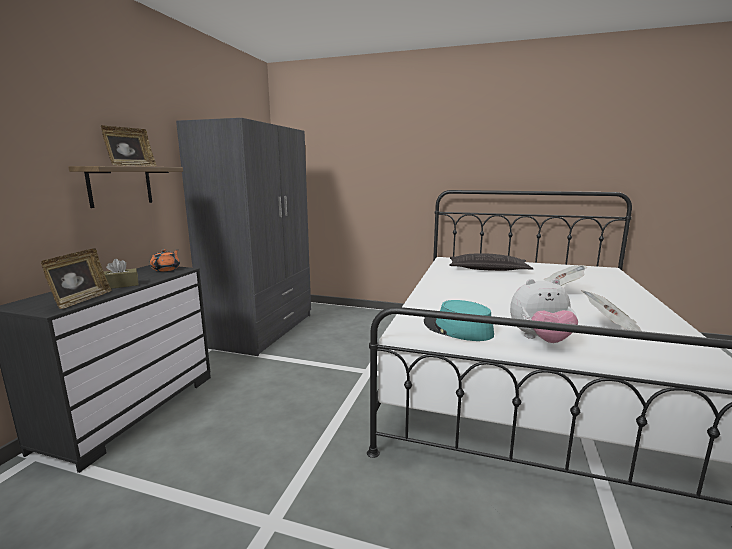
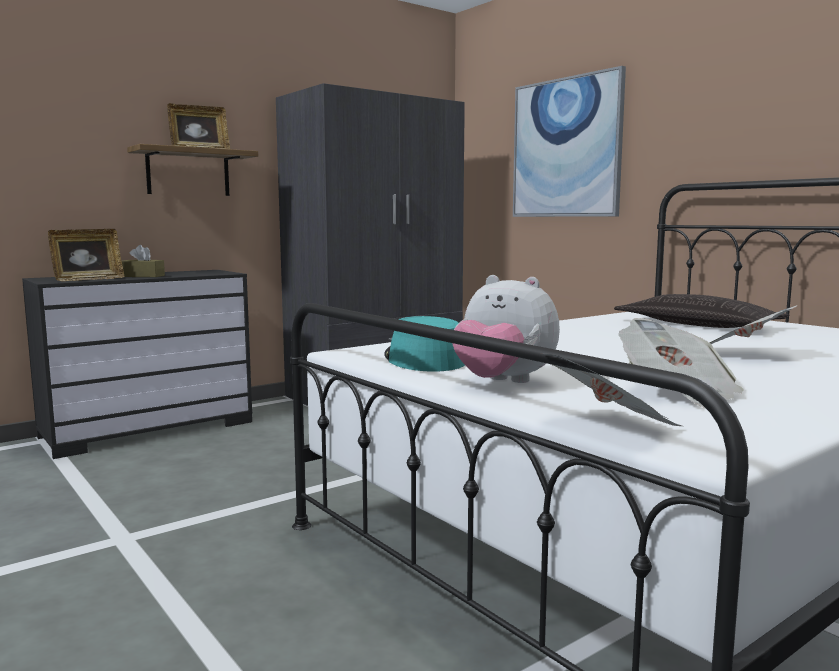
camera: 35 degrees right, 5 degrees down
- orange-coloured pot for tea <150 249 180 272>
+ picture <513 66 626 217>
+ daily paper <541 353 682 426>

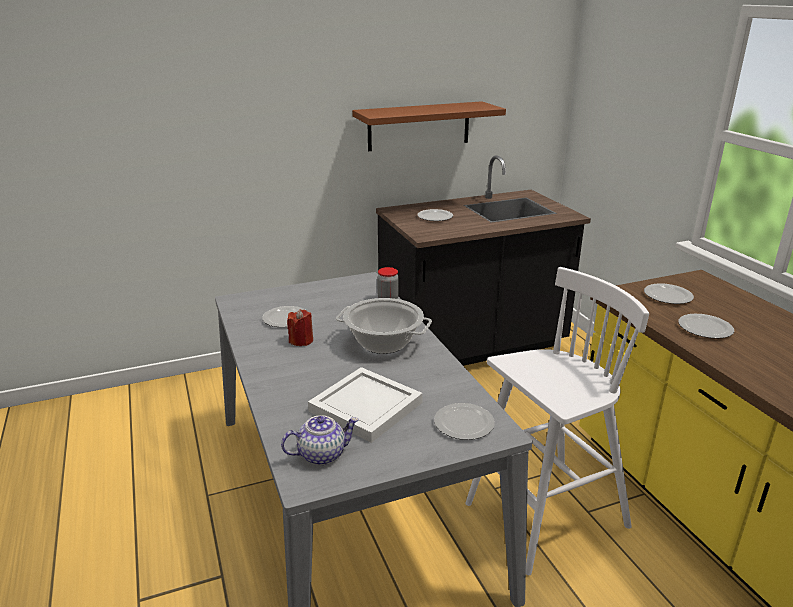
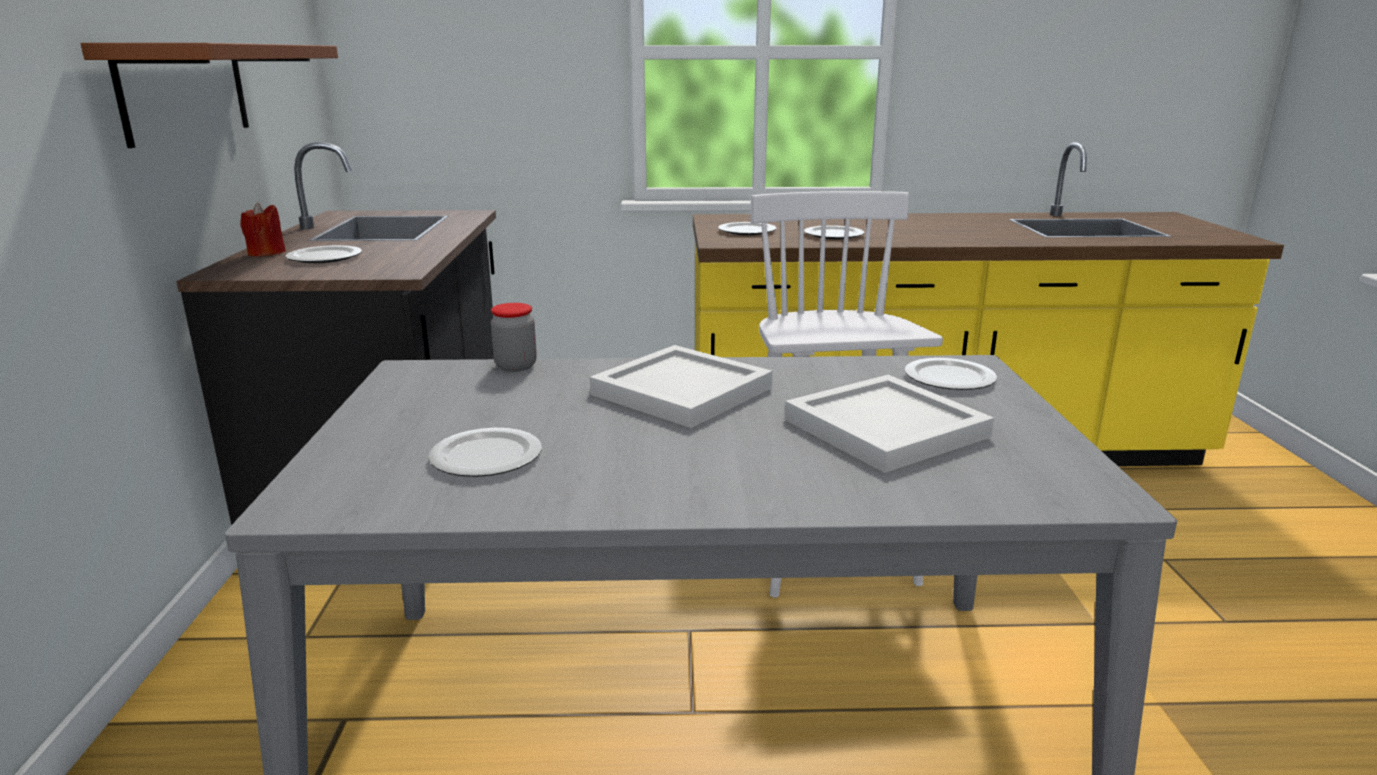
camera: 70 degrees left, 5 degrees down
- pot for tea <281 415 359 465>
~ reddish wax light <287 309 313 346> to <240 203 286 257>
~ cooking pot <336 298 432 354> to white-coloured carrying tray <590 345 773 428>

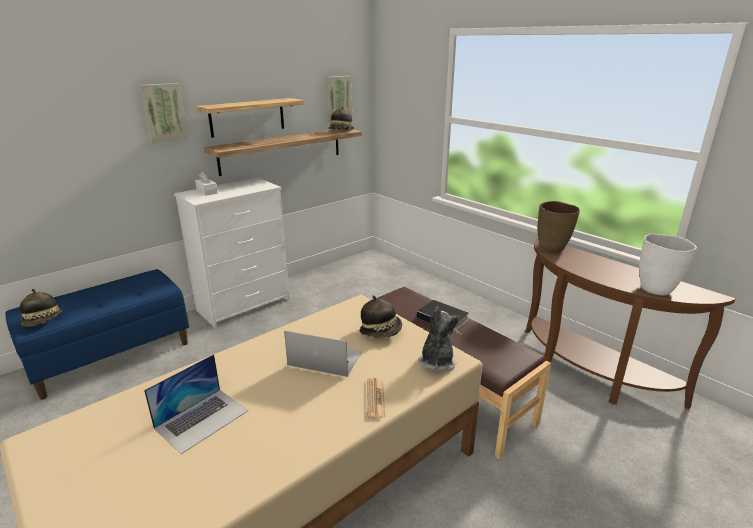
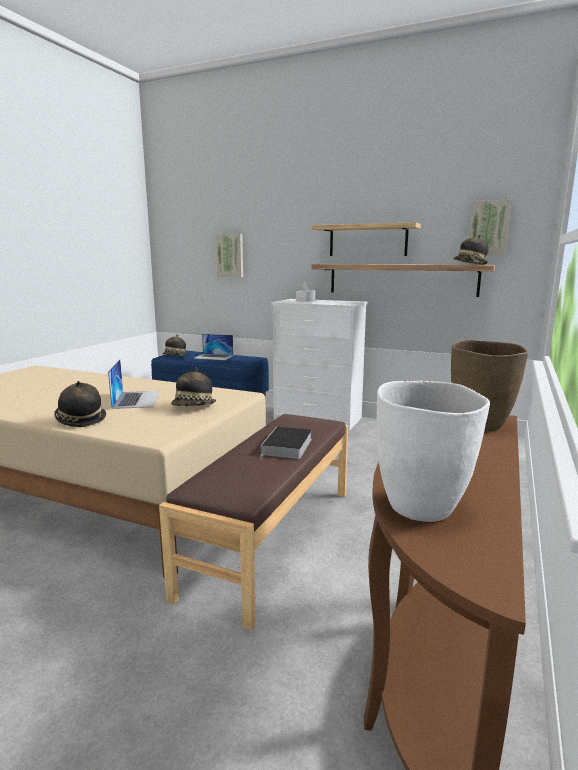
camera: 65 degrees right, 10 degrees down
~ picture <140 83 188 143> to <216 234 243 277>
~ portable computer <144 354 248 454> to <193 334 233 360>
~ daily paper <367 378 385 419> to hat <54 381 106 427>
- cuddly toy <418 306 461 372>

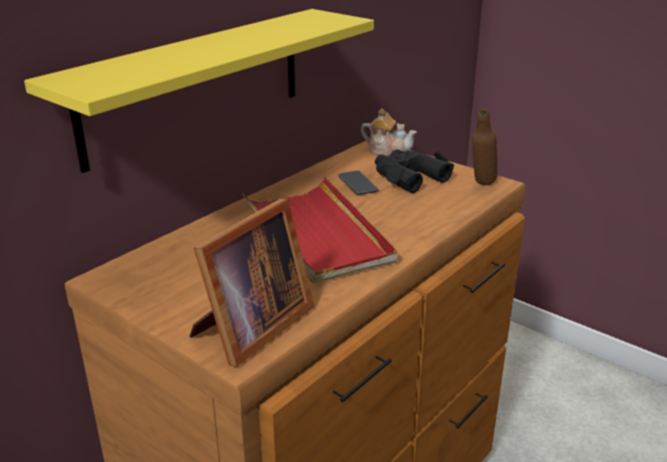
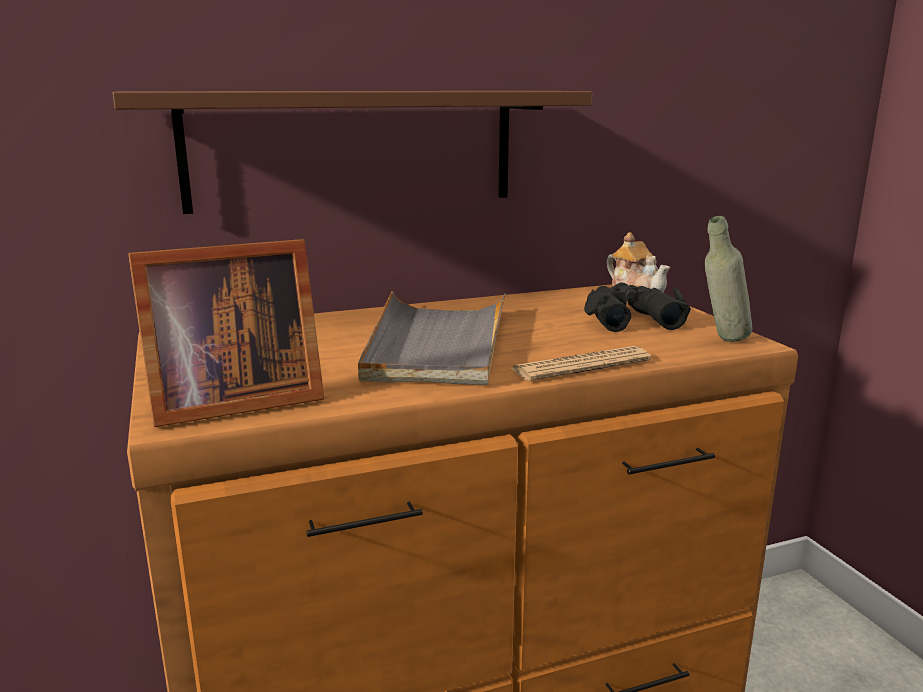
camera: 30 degrees right, 10 degrees down
~ yellow-coloured bracket shelf <24 9 374 173> to brownish bracket shelf <112 91 592 214>
~ reddish carrying tray <242 177 398 283> to greyish carrying tray <358 291 506 385>
- handset <338 171 378 195>
~ brownish bottle <472 109 497 185> to greyish bottle <704 216 752 342>
+ daily paper <511 346 651 381>

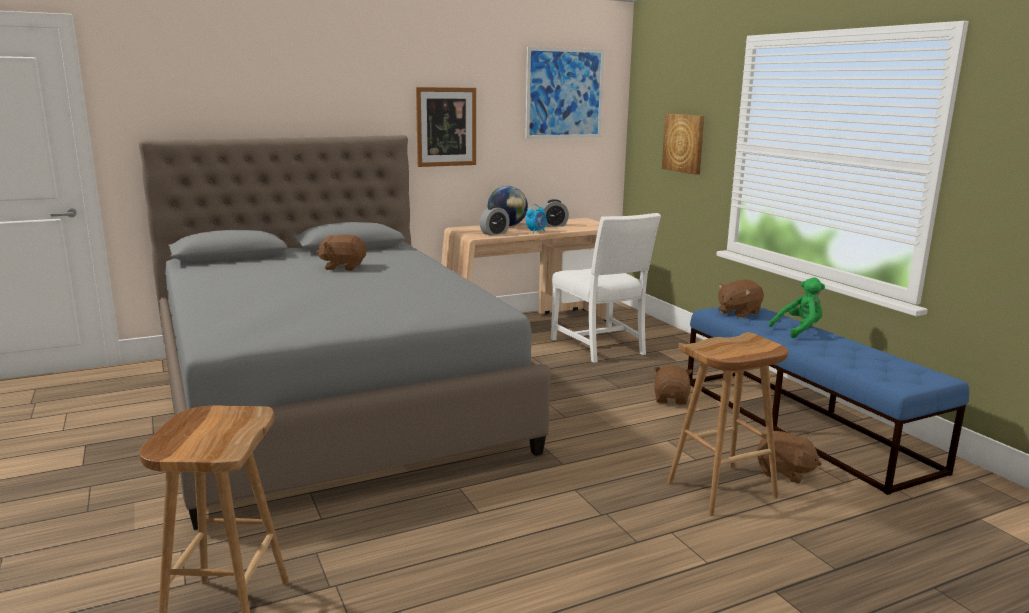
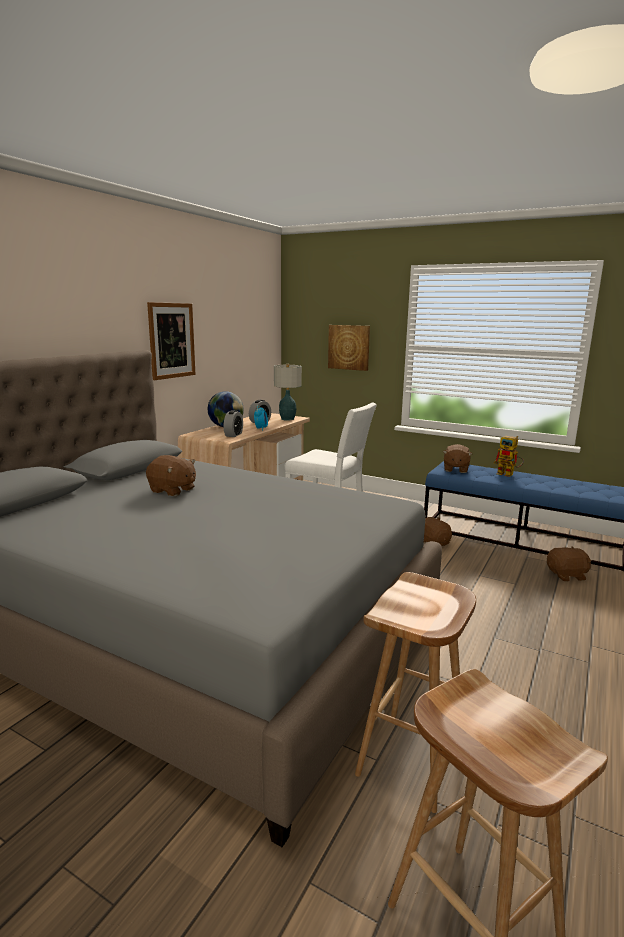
camera: 35 degrees left, 0 degrees up
~ brownish cuddly toy <316 235 366 271> = <146 455 196 496> 120 degrees counterclockwise
- picture <525 47 604 139>
~ brownish stool seat <668 332 788 516> to <355 572 476 813>
~ green cuddly toy <769 277 825 338> to model robot <494 436 524 477>
+ table lamp <274 364 302 421>

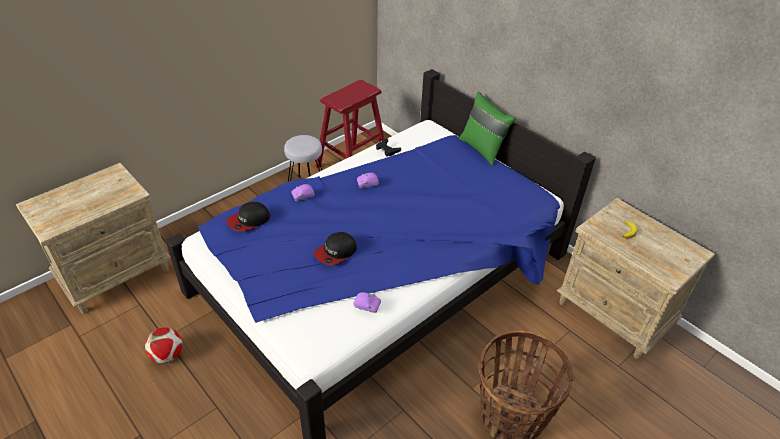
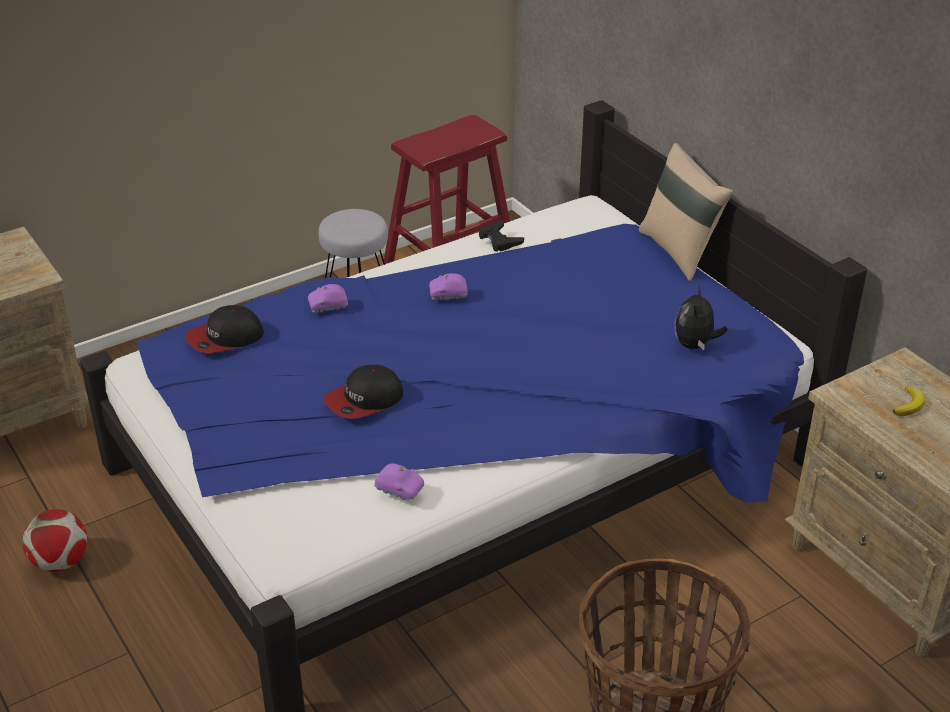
camera: 10 degrees right, 5 degrees down
~ green pillow <459 92 516 166> to sand-coloured pillow <639 143 733 281>
+ cuddly toy <674 286 728 350>

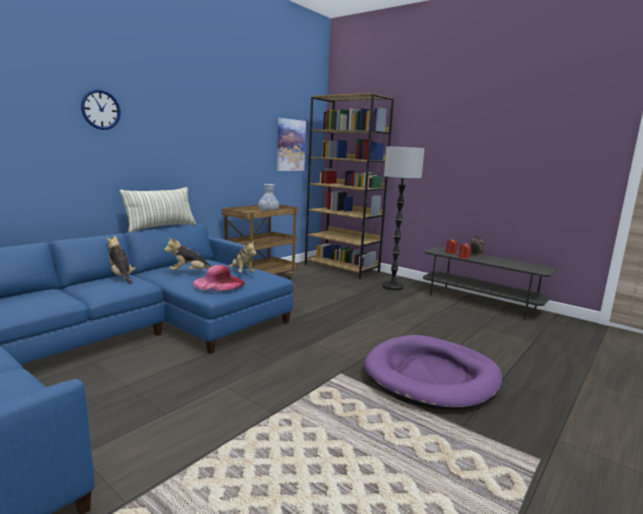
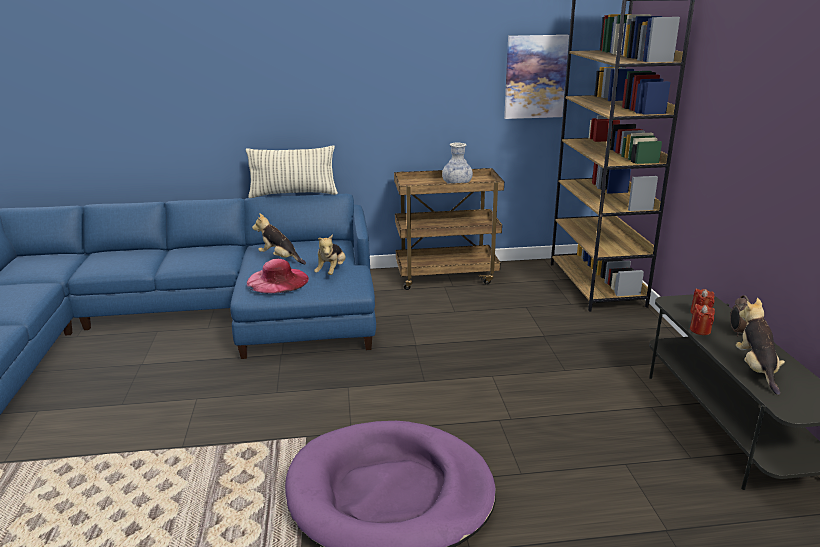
camera: 45 degrees right, 10 degrees up
- hanging clock <81 89 121 130>
~ cuddly toy <107 236 136 284> to <736 298 785 395>
- floor lamp <382 147 425 291>

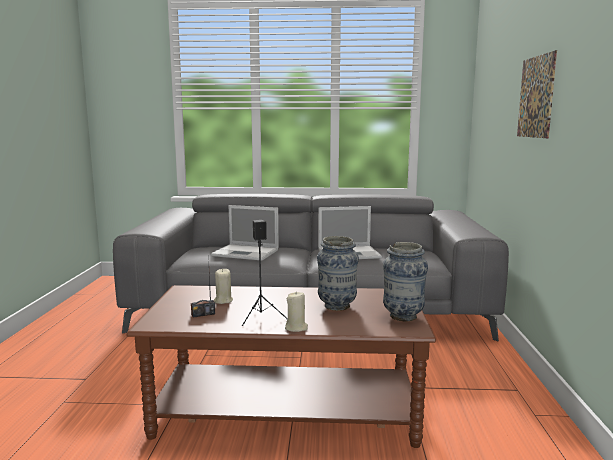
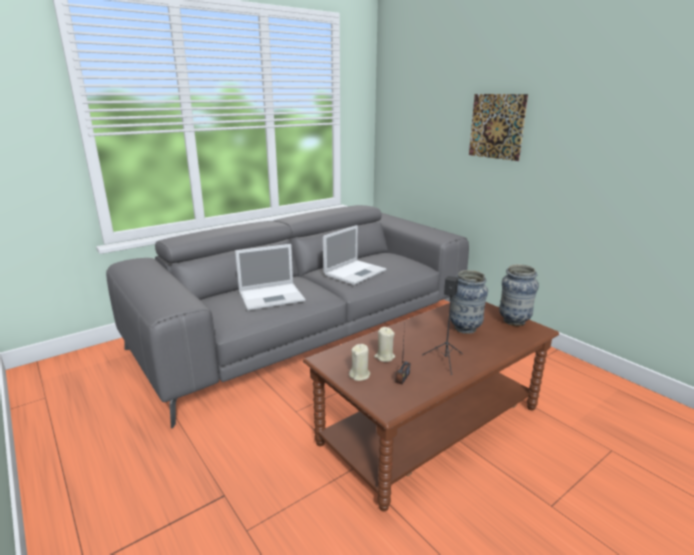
camera: 40 degrees left, 10 degrees up
~ sand-coloured wax light <285 291 308 332> to <349 344 370 381>

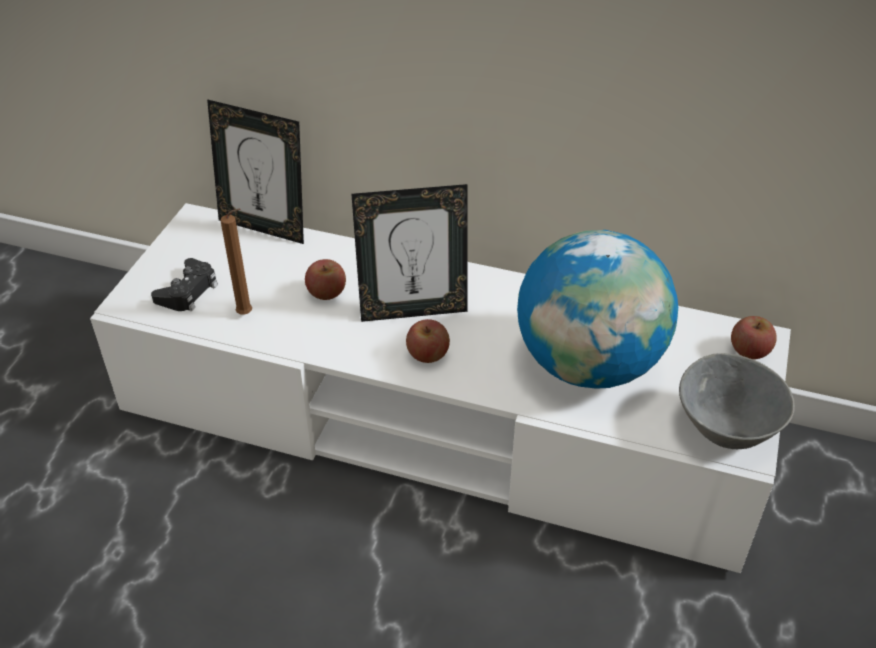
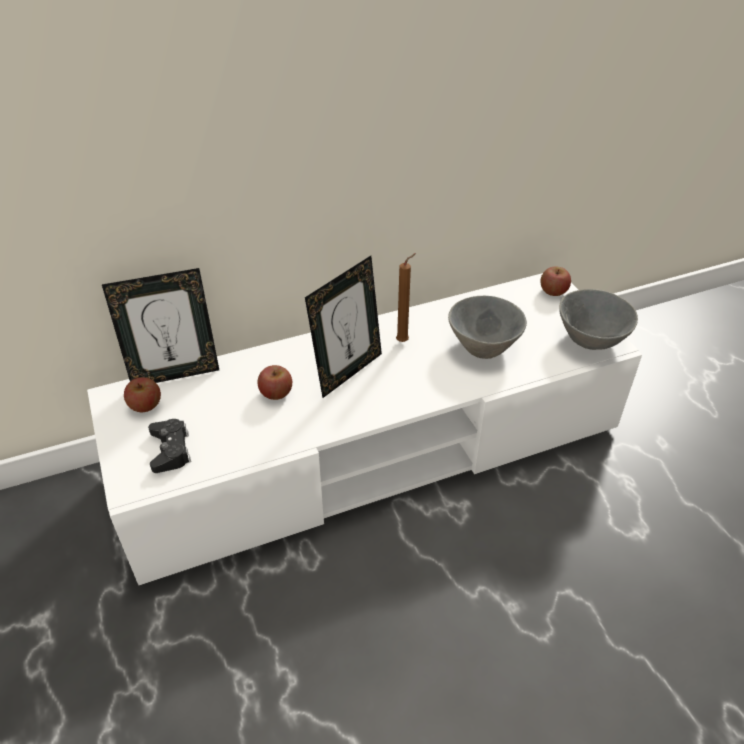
camera: 40 degrees left, 0 degrees up
~ brownish wax light <220 208 252 315> to <396 253 416 342>
~ apple fruit <406 319 450 363> to <124 377 161 412>
~ world globe <517 230 678 389> to greyish bowl <448 296 527 359>

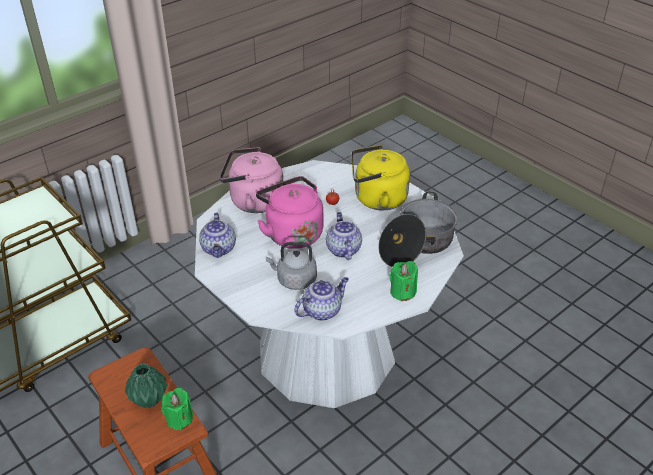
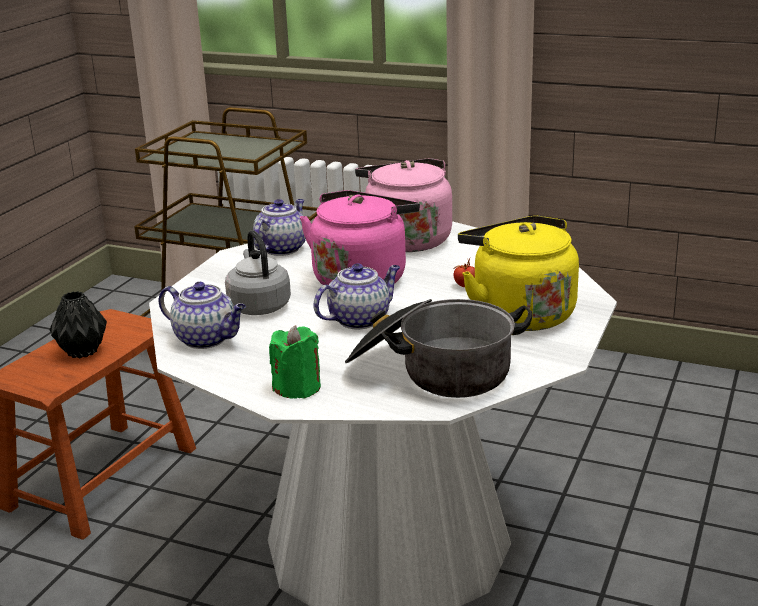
camera: 65 degrees right, 15 degrees down
~ green flower vase <125 363 168 408> to blackish flower vase <50 291 107 359>
- green wax light <161 388 193 431>
~ pot for tea <199 213 236 258> = <253 199 306 256> 150 degrees clockwise

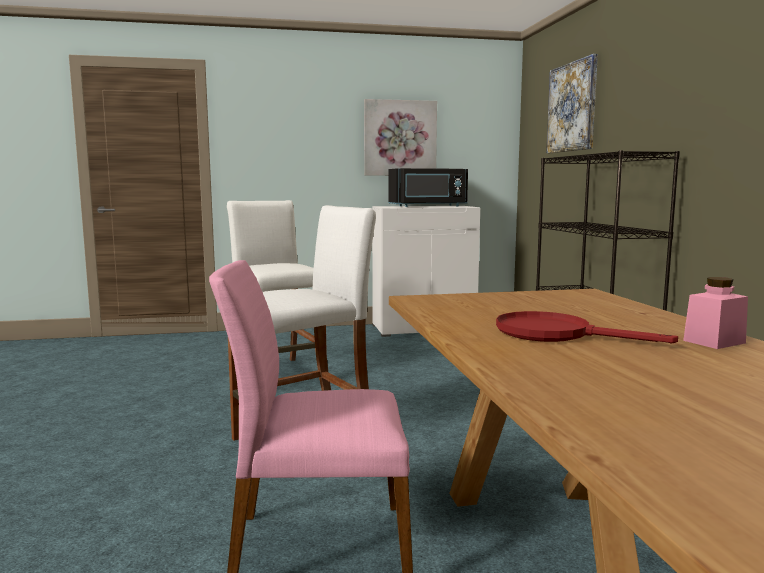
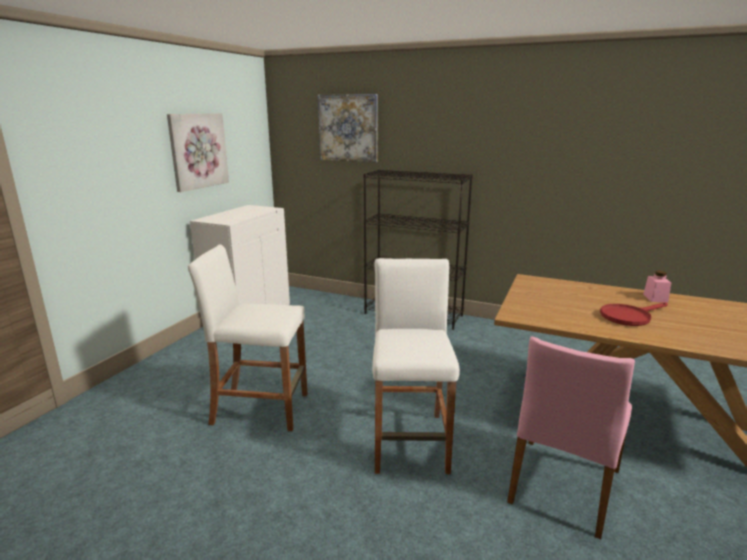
camera: 55 degrees left, 10 degrees up
- blackish microwave <388 168 468 207>

